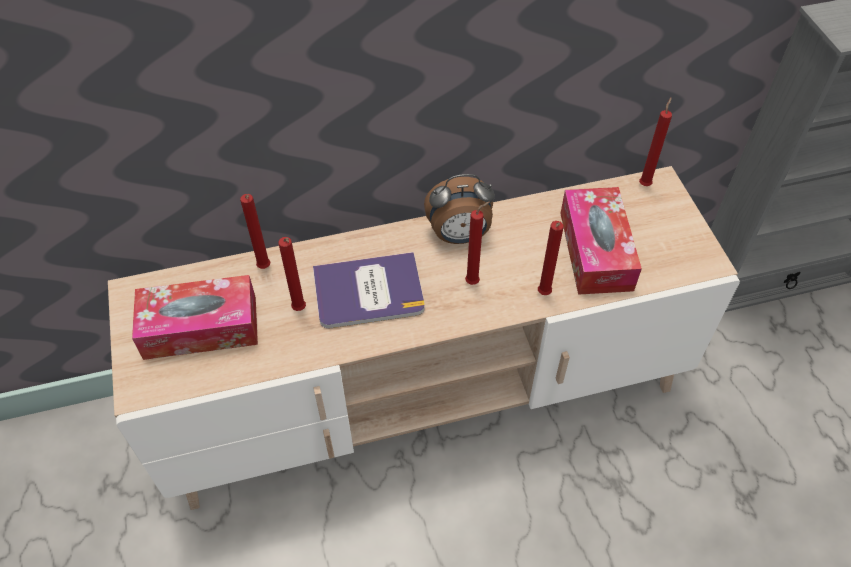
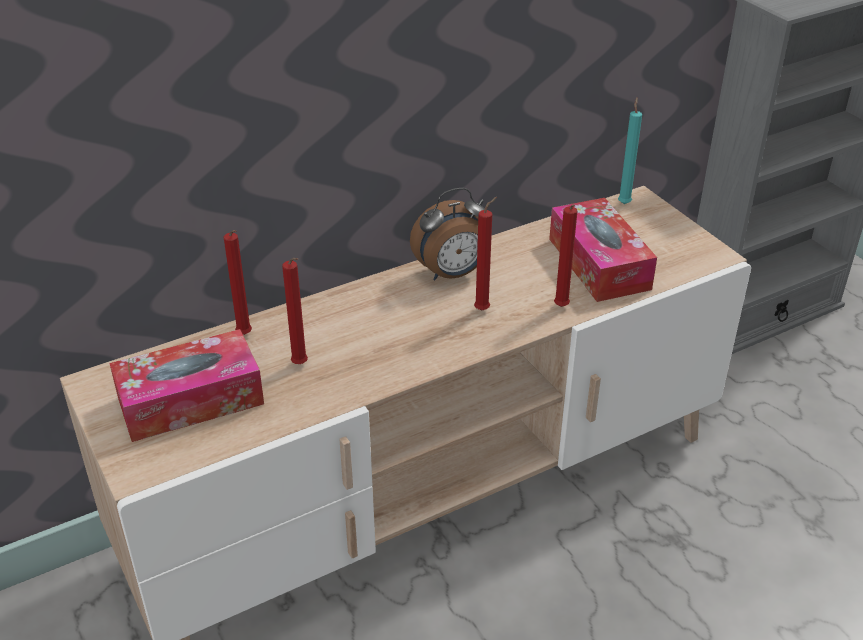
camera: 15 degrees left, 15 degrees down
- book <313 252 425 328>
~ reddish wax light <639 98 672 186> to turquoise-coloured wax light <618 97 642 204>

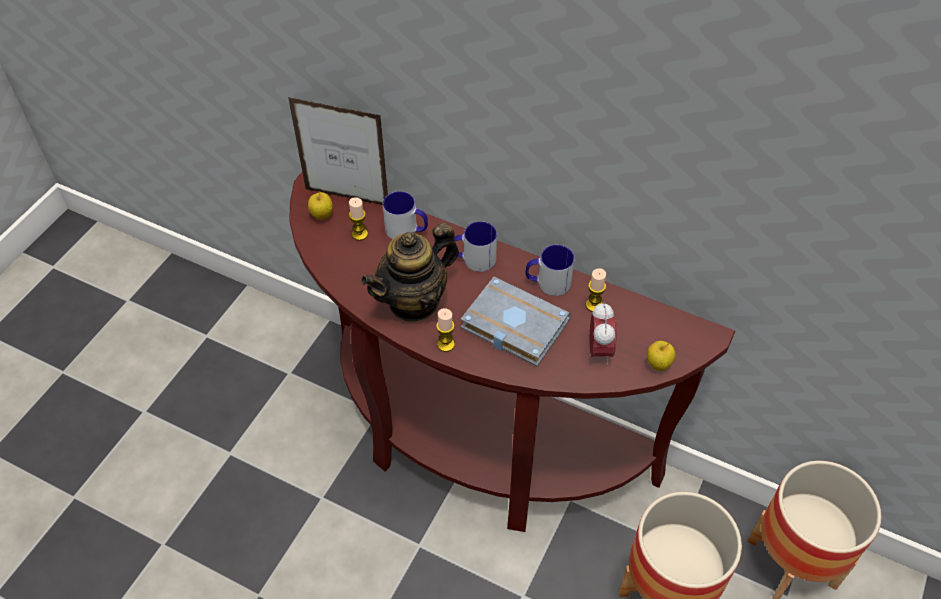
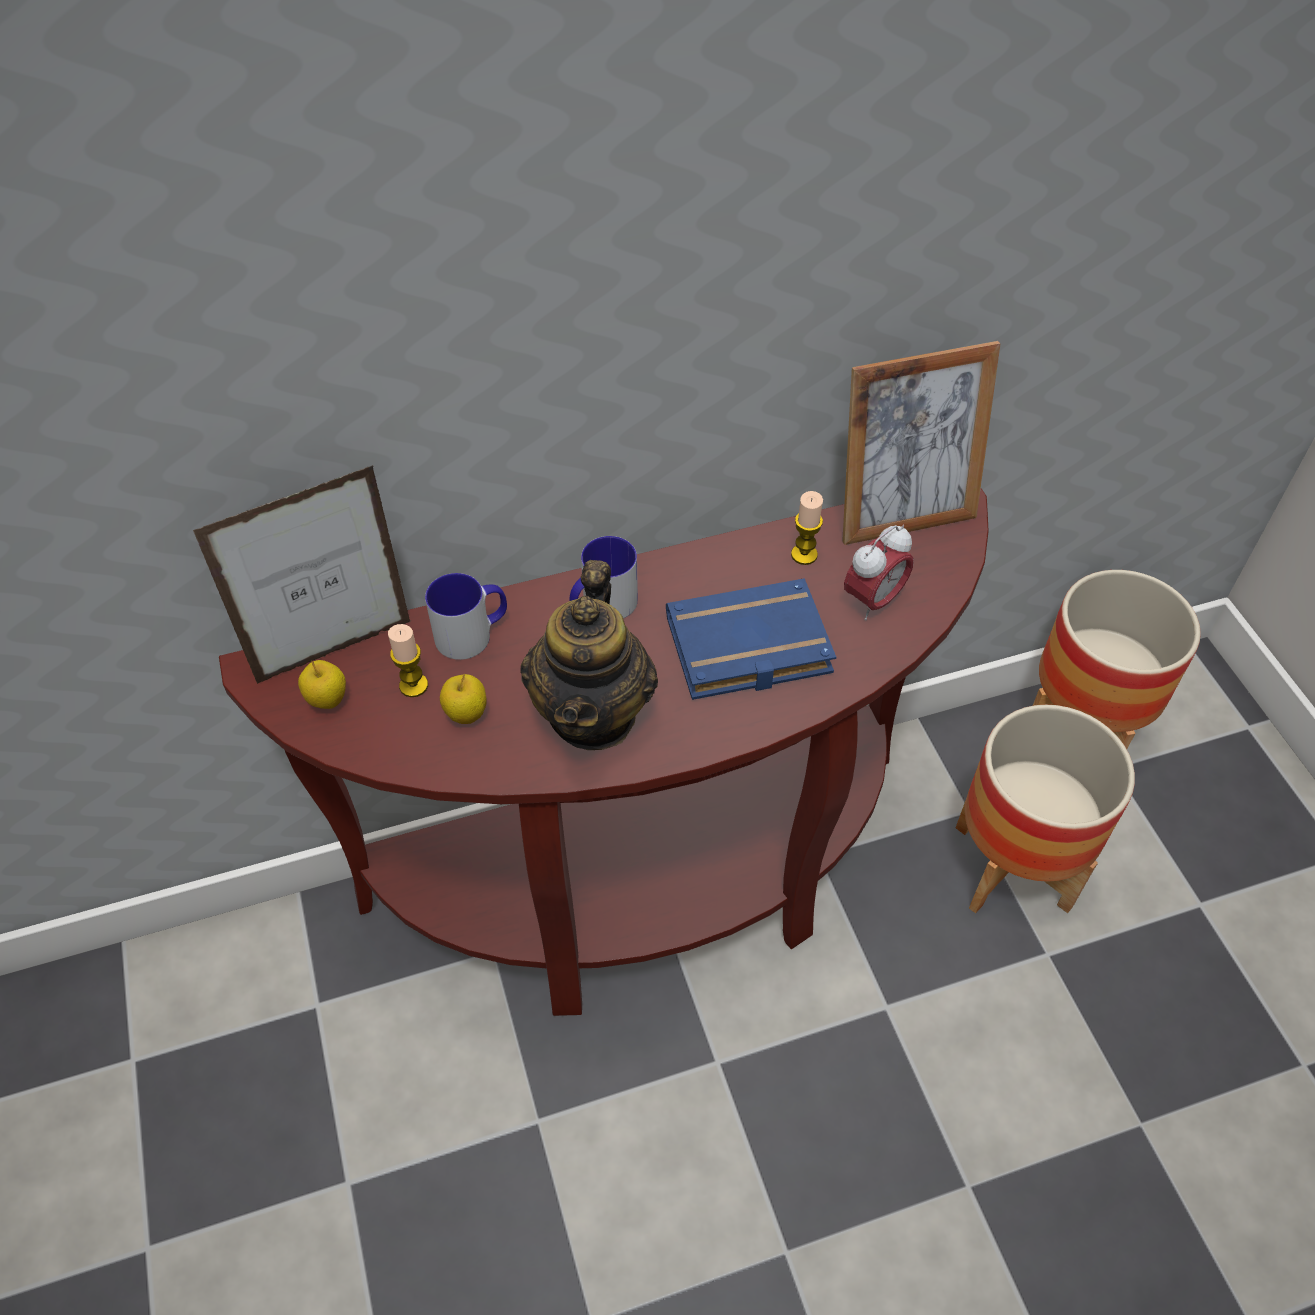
camera: 45 degrees left, 0 degrees up
- wax light <436 308 455 352>
~ greyish book <461 277 571 366> to blue-coloured book <666 578 836 700>
- mug <525 245 574 296>
~ bedside clock <590 302 617 365> = <844 525 914 620> 90 degrees clockwise
~ apple fruit <647 341 676 371> to <440 674 487 724>
+ picture frame <842 341 1001 545>

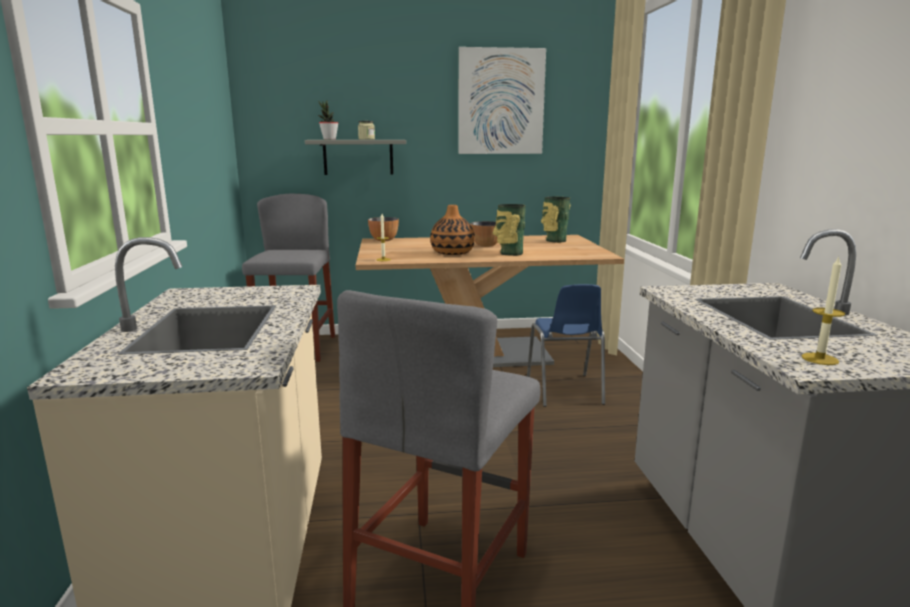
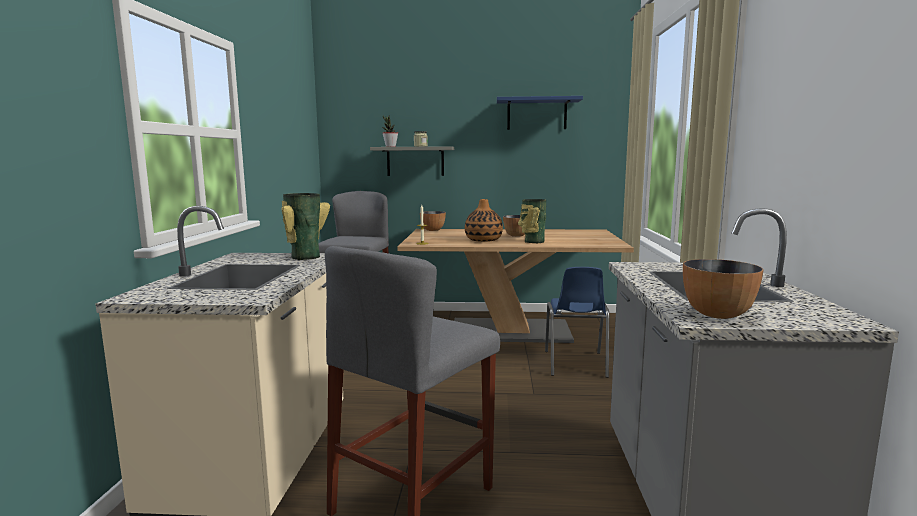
camera: 10 degrees right, 5 degrees down
~ picture <459 47 546 154> to blue-coloured bracket shelf <497 96 583 130>
~ flower vase <541 196 570 243> to <281 193 330 260>
~ wax light <802 256 845 365> to bowl <683 259 764 319>

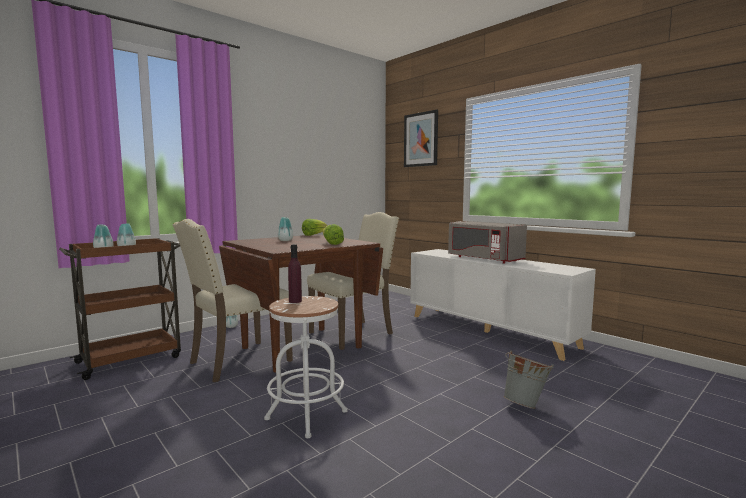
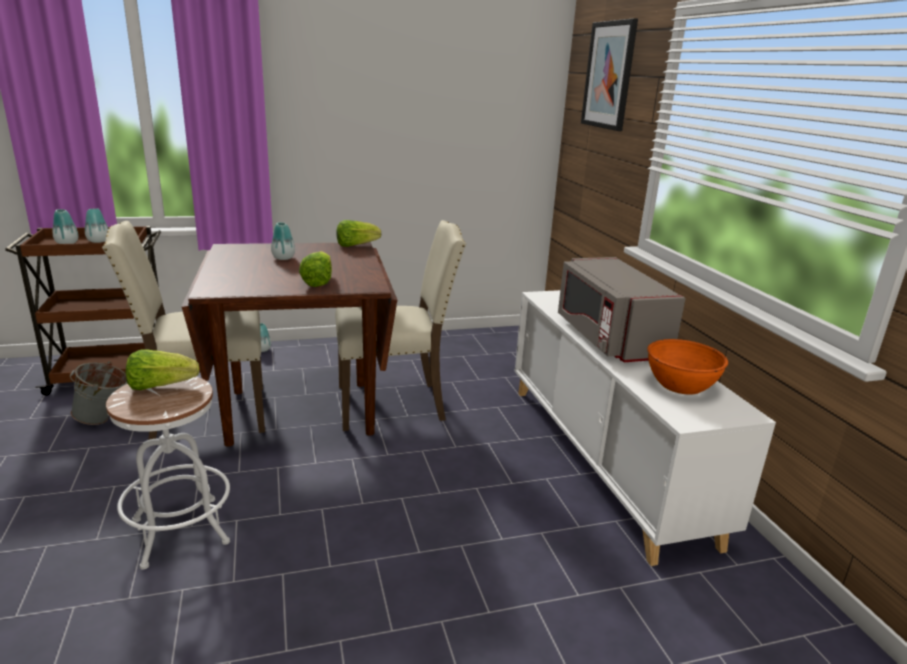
camera: 25 degrees right, 15 degrees up
~ purple bottle <288 244 302 303> to lettuce head <126 349 200 390>
~ greyish water bucket <503 351 554 409> to <70 361 128 425>
+ orange-coloured bowl <647 339 728 395>

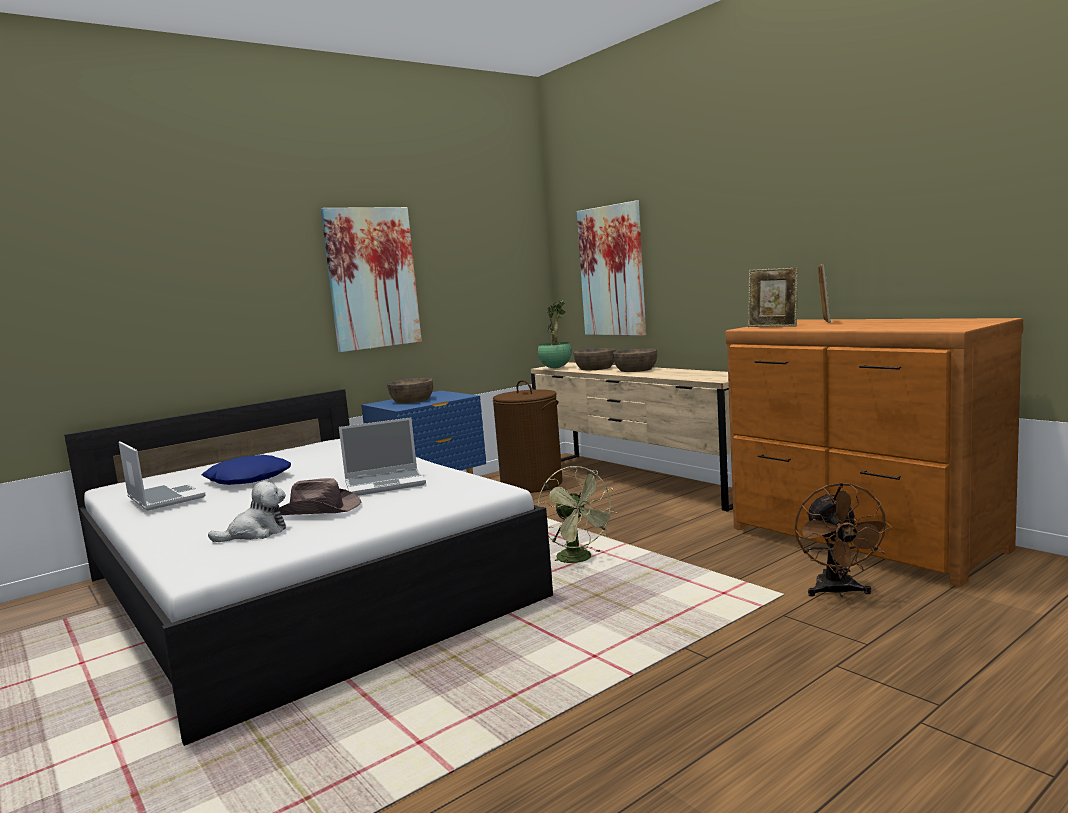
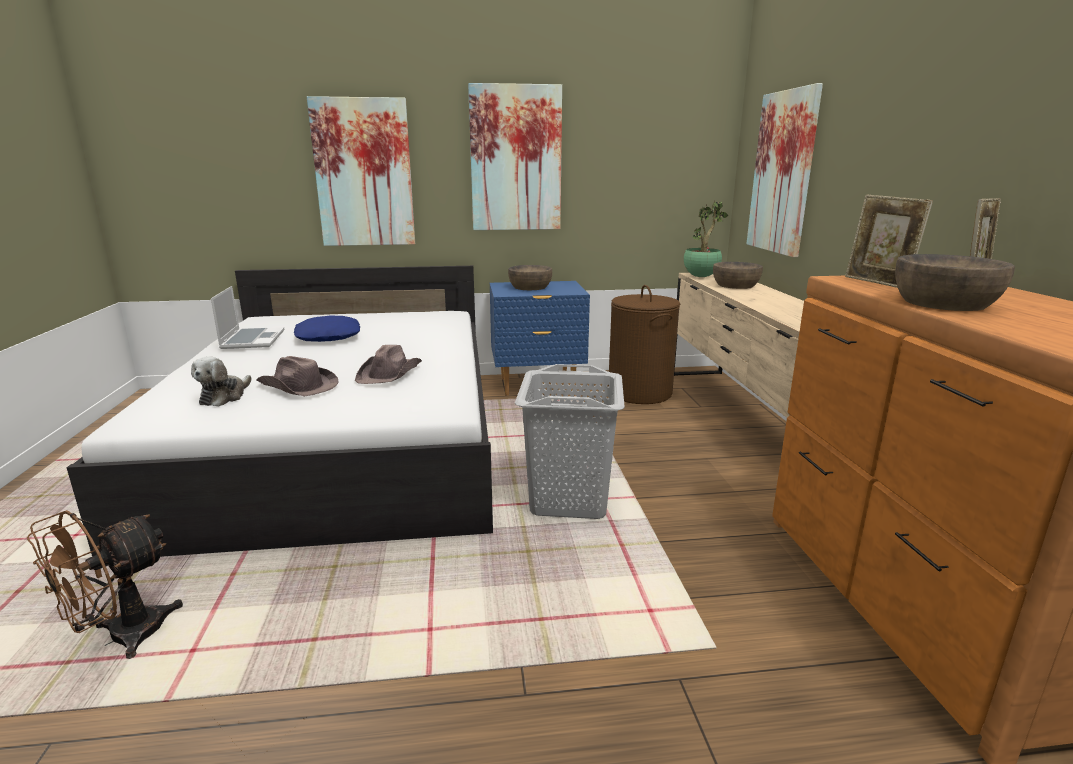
camera: 30 degrees right, 10 degrees up
~ cuddly toy <208 481 286 542> = <191 356 252 407> 105 degrees clockwise
~ portable computer <339 417 426 496> to brownish hat <355 345 422 384>
~ green cooling fan <538 466 616 564> to greyish washing basket <515 364 625 519>
~ brownish bowl <613 348 657 372> to <895 254 1015 311>
~ brownish cooling fan <795 482 892 597> to <27 510 183 659>
+ picture <307 96 415 246>

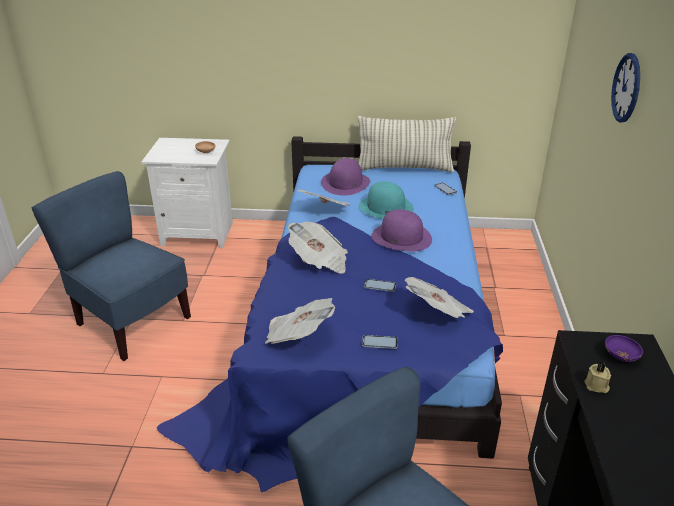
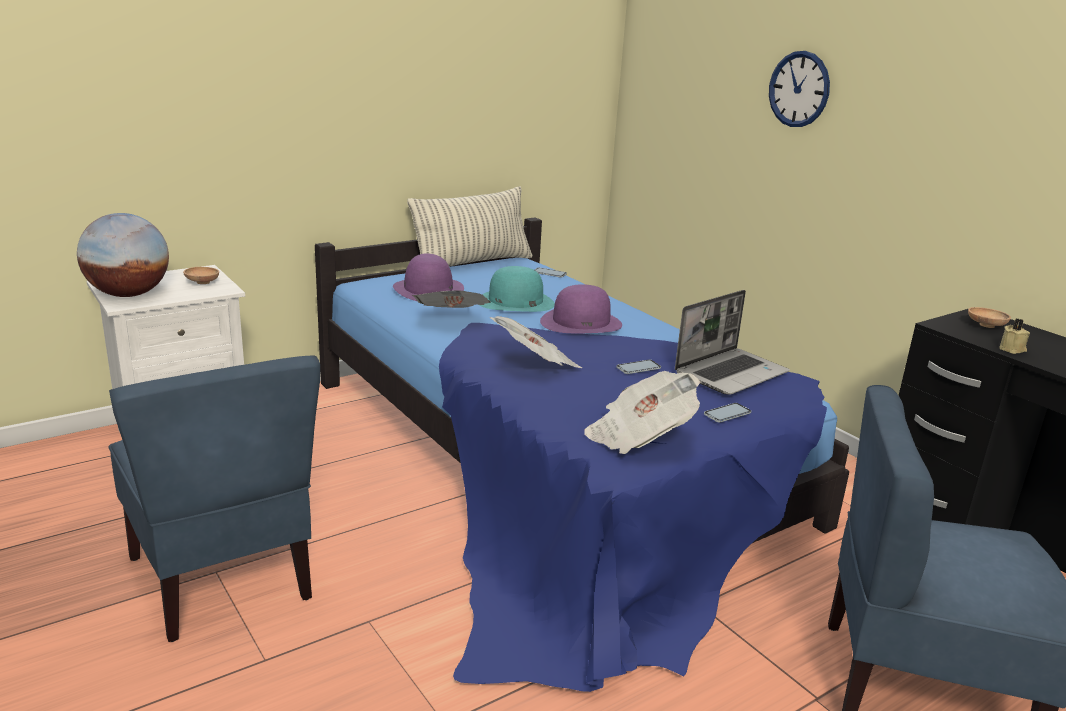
camera: 40 degrees left, 10 degrees down
~ blue-coloured plain chair <32 171 191 361> = <108 356 320 642> 120 degrees counterclockwise
~ daily paper <404 277 474 318> to portable computer <675 290 790 395>
~ purple bowl <605 335 643 362> to brownish bowl <968 307 1011 328>
+ world globe <77 213 169 297>

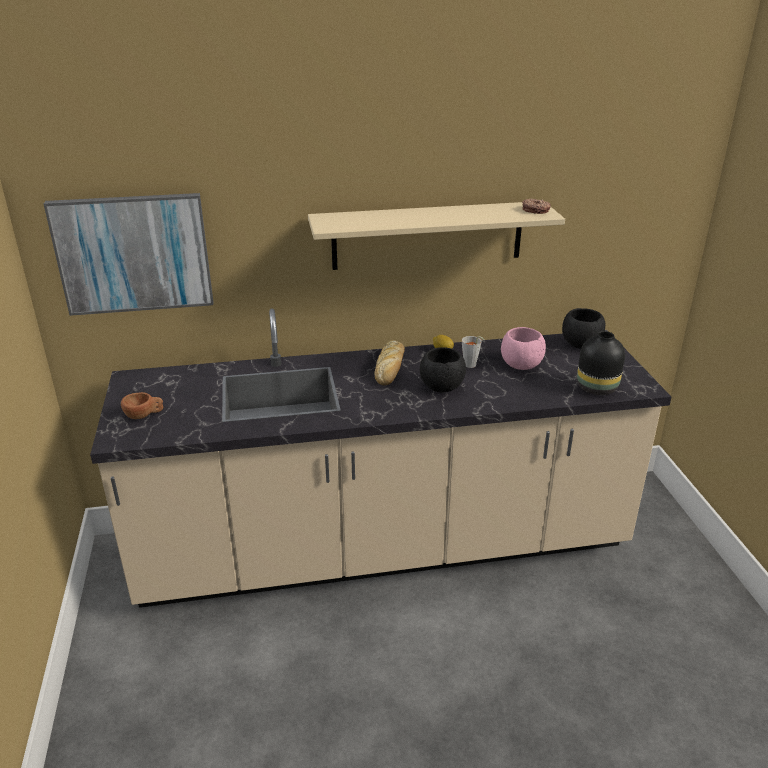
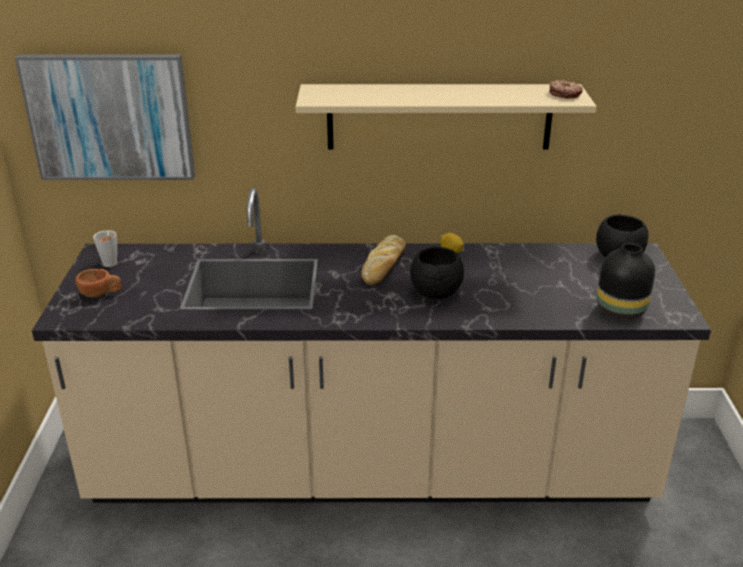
camera: 10 degrees right, 0 degrees up
~ greyish cup <462 336 485 368> to <93 230 117 267>
- pink bowl <501 327 546 370>

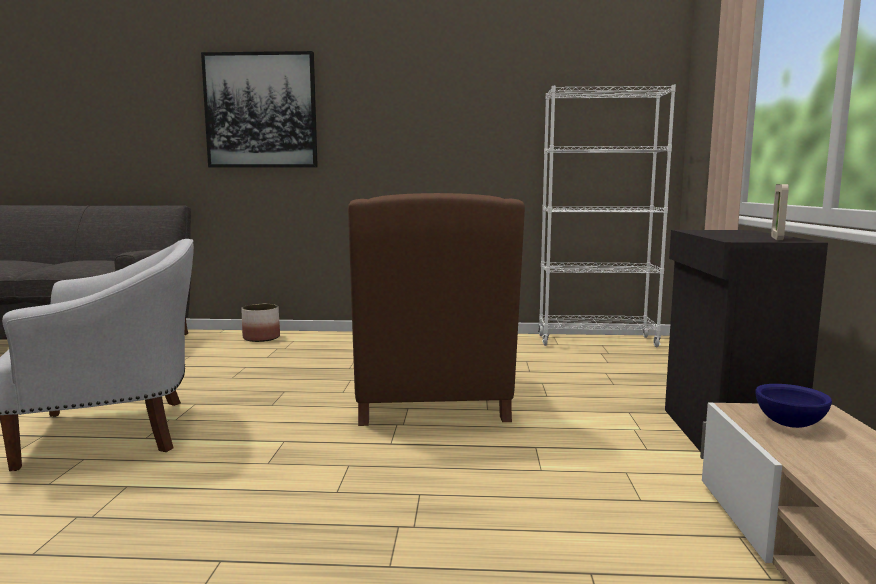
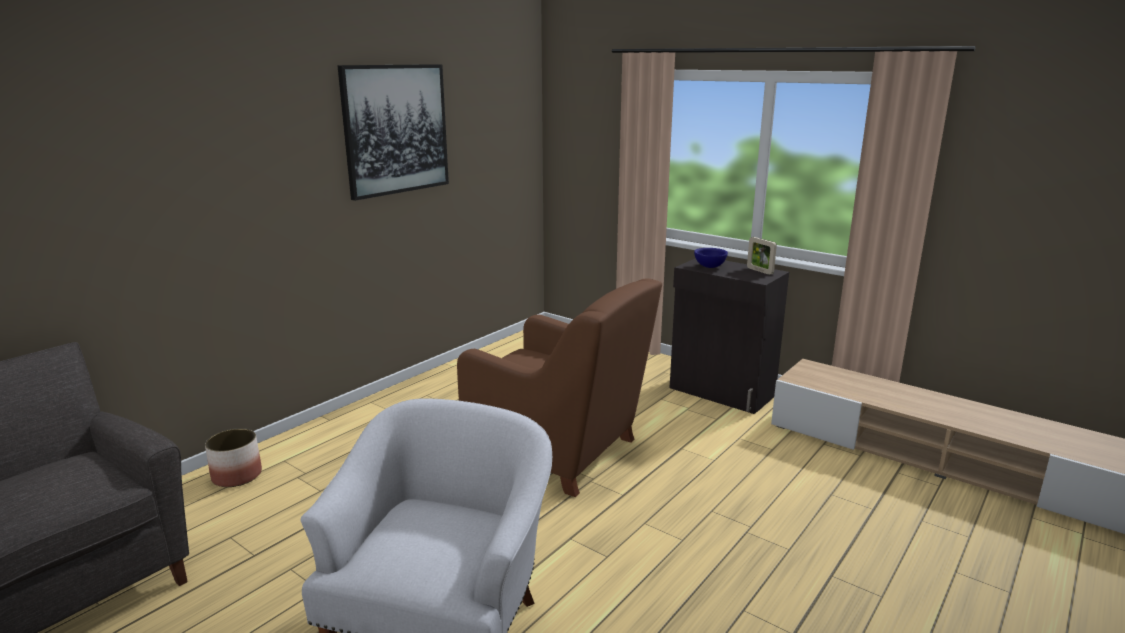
camera: 55 degrees left, 10 degrees up
~ picture <201 51 318 168> to <337 64 449 201>
- white-coloured shelving unit <538 85 676 347>
~ blue-coloured bowl <755 384 832 428> to <694 248 728 268>

